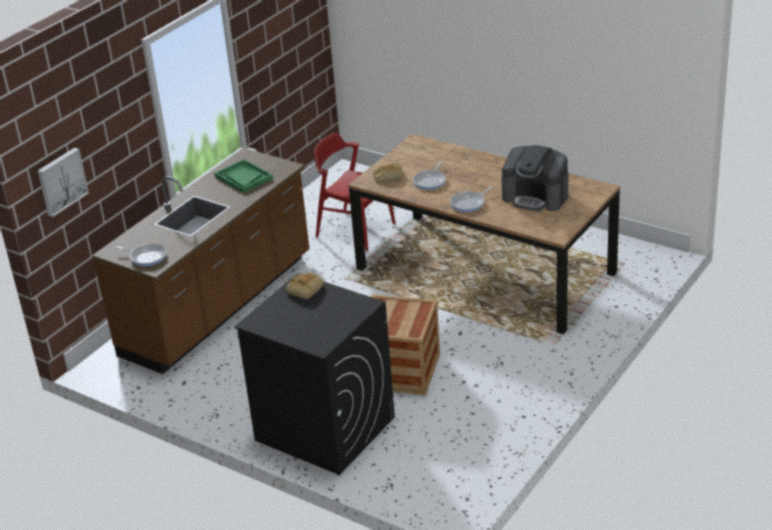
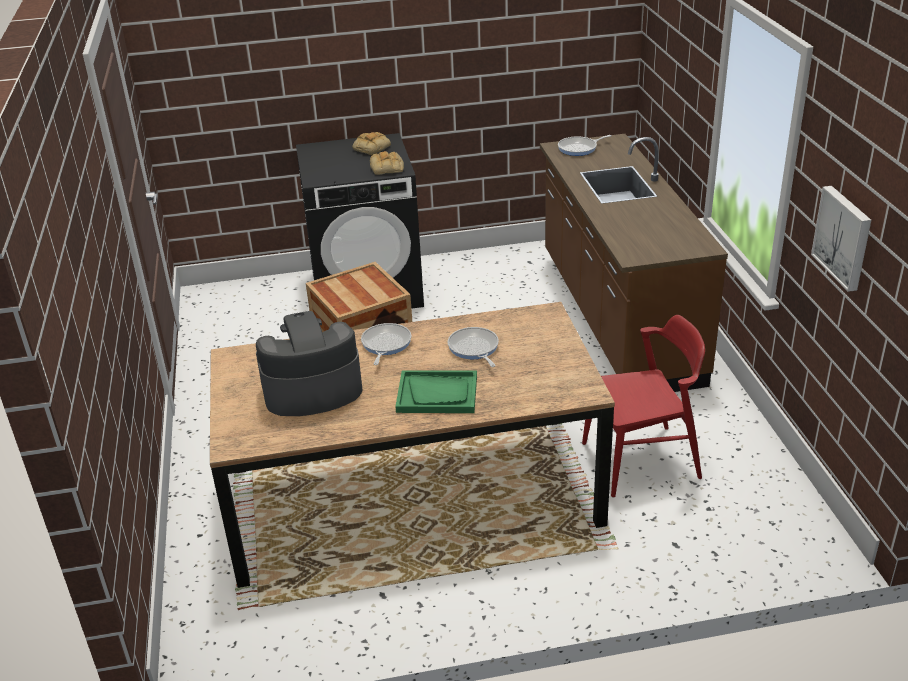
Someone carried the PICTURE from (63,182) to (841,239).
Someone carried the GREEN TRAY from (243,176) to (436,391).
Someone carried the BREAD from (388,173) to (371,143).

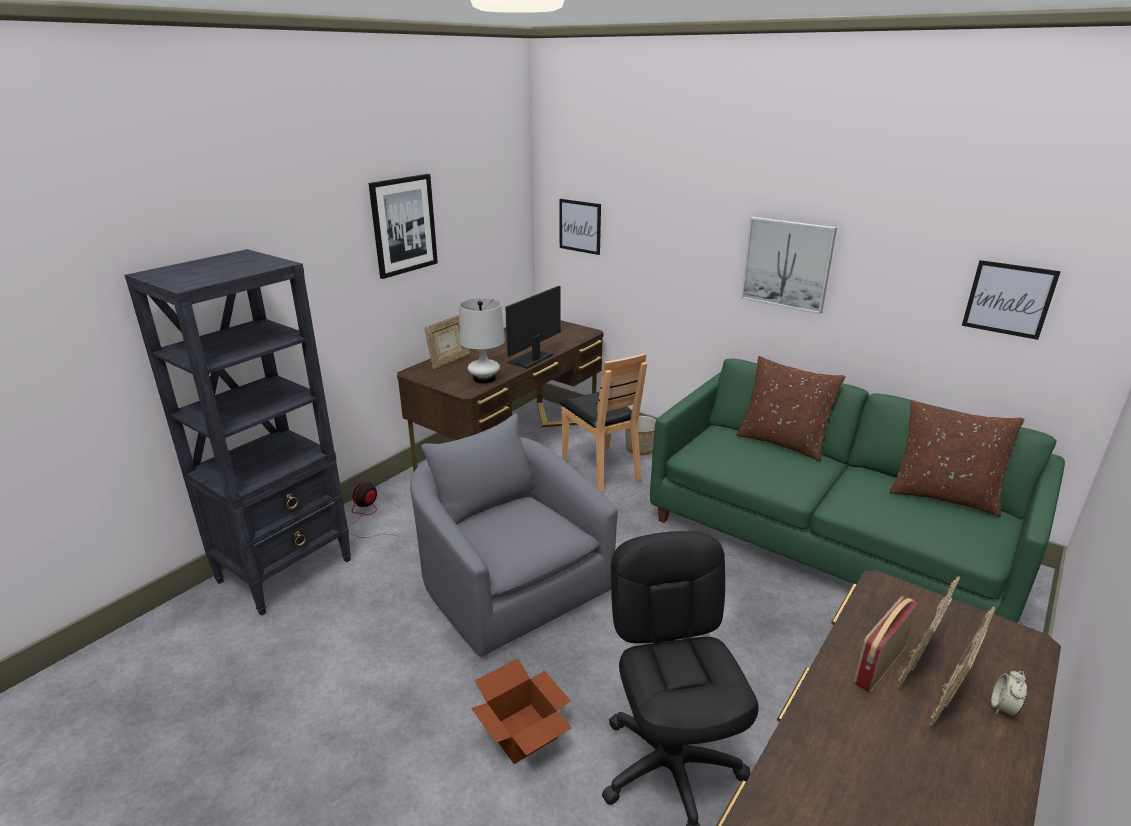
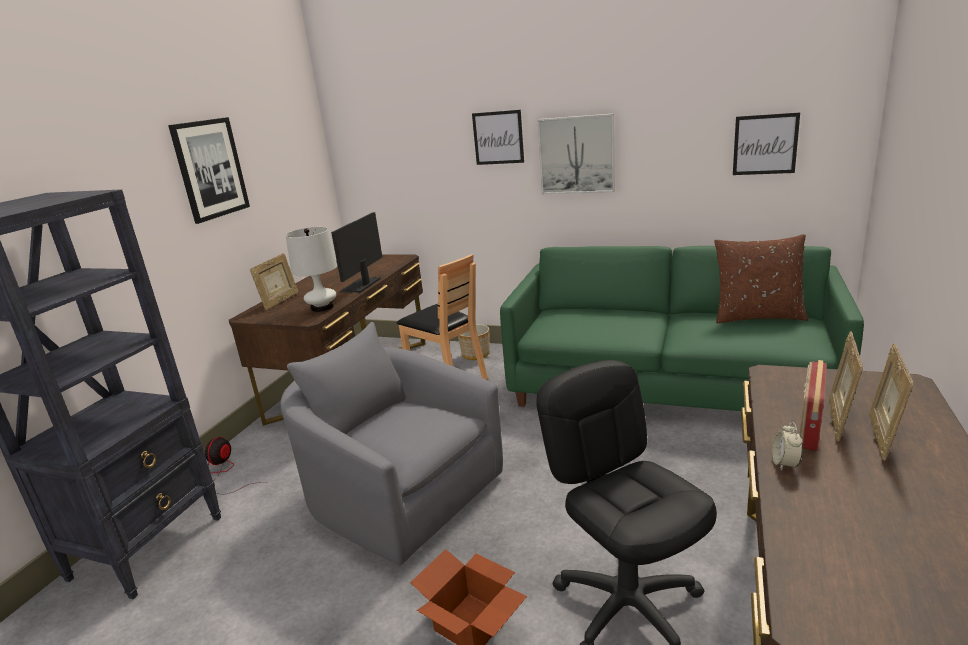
Someone carried the PICTURE from (580,227) to (498,137).
Someone took away the BROWN PILLOW at (791,409).
Someone carried the ALARM CLOCK from (1009,693) to (787,446).

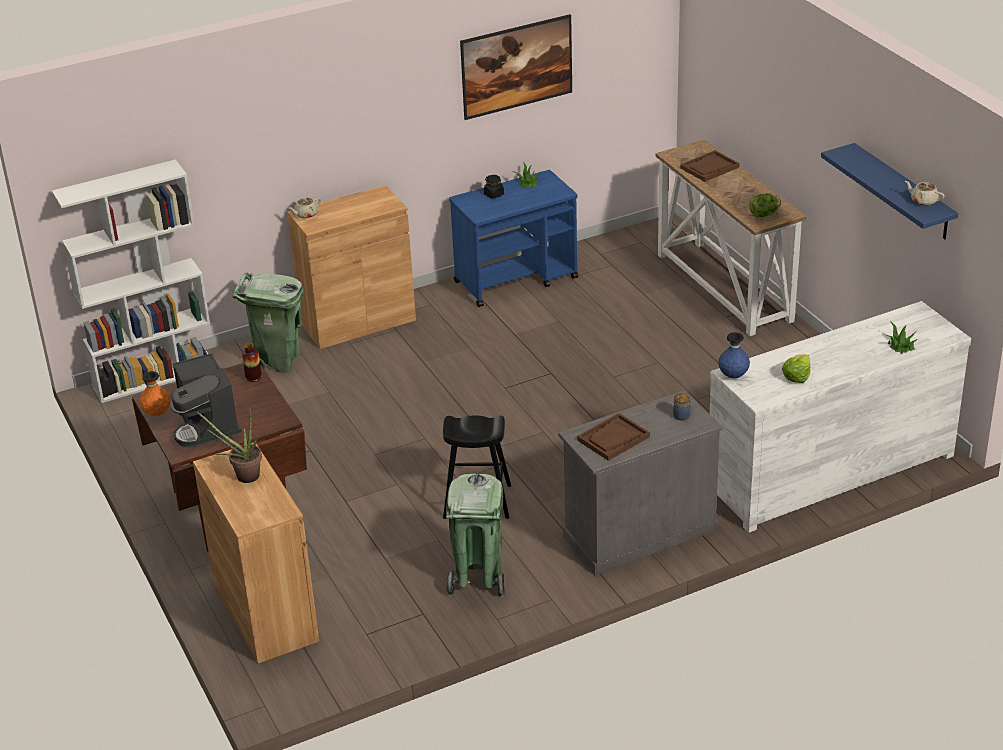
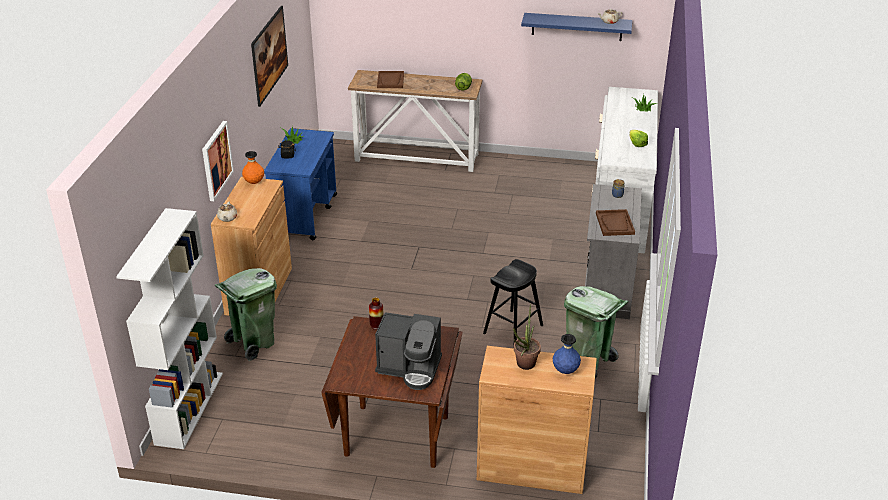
Someone carried the BLUE VASE from (734,355) to (567,354).
Someone carried the ORANGE VASE from (155,393) to (253,167).
Someone put up the PICTURE at (218,161).

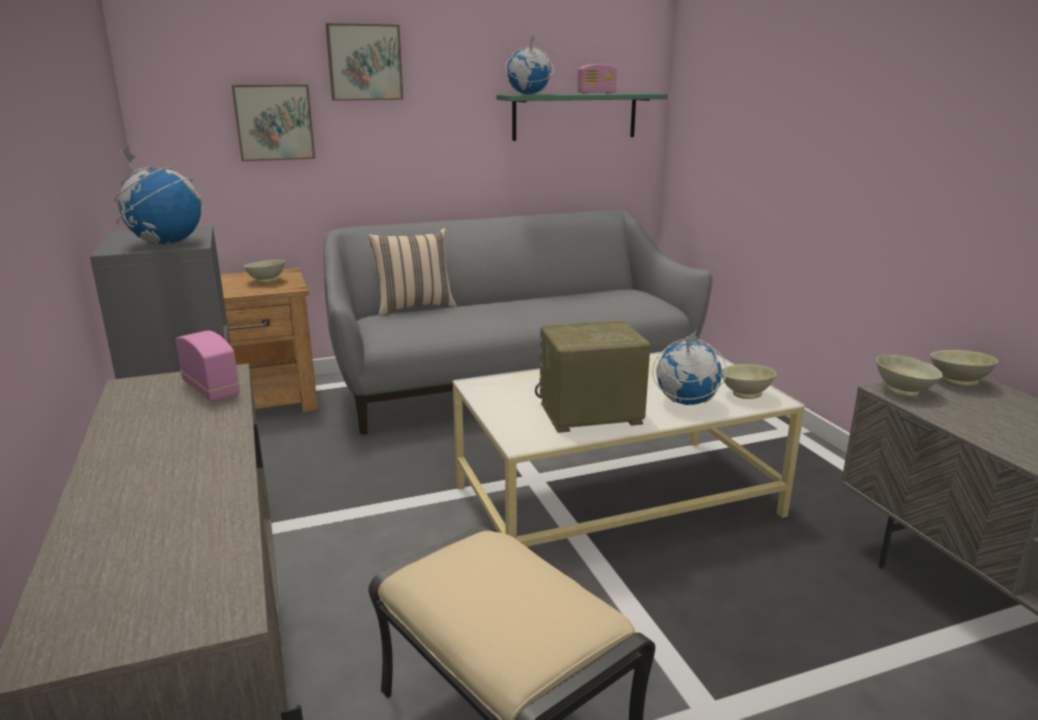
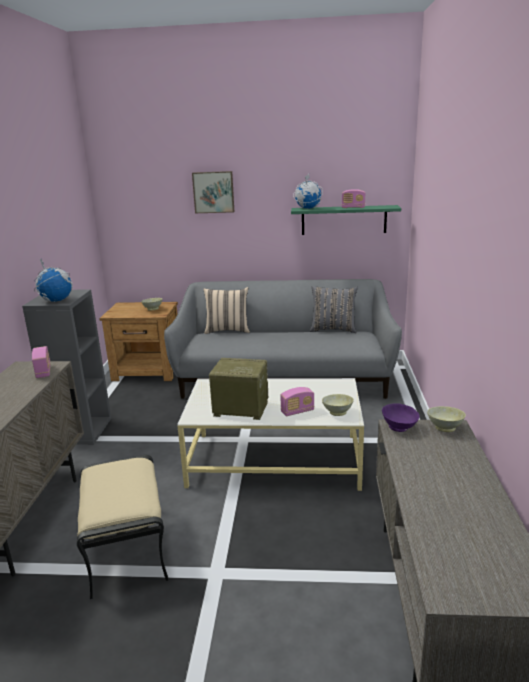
Someone took away the PICTURE at (273,123).
Someone swapped the GLOBE at (689,367) for the RADIO at (297,401).
Someone repainted the BEIGE BOWL at (909,375), which became the PURPLE BOWL at (401,417).
Someone put down the GREY PILLOW at (334,309).

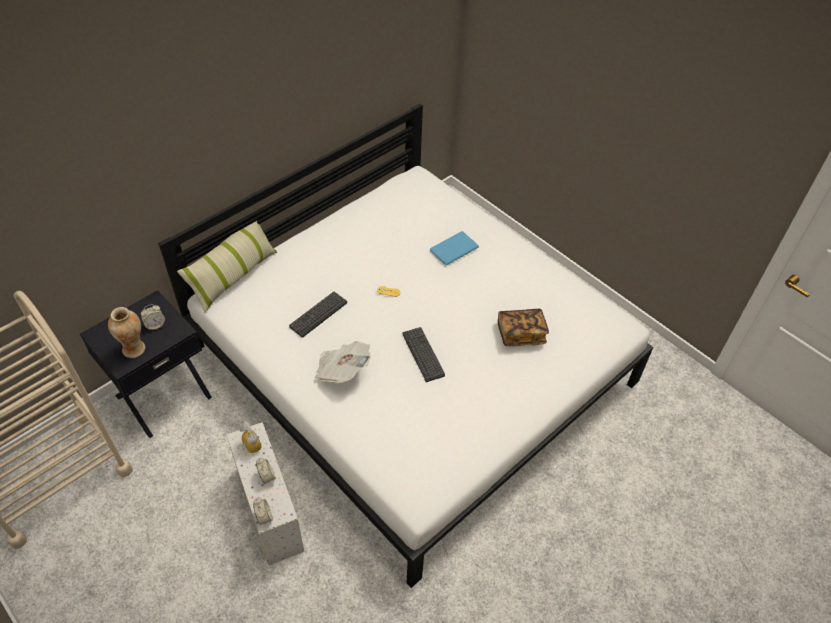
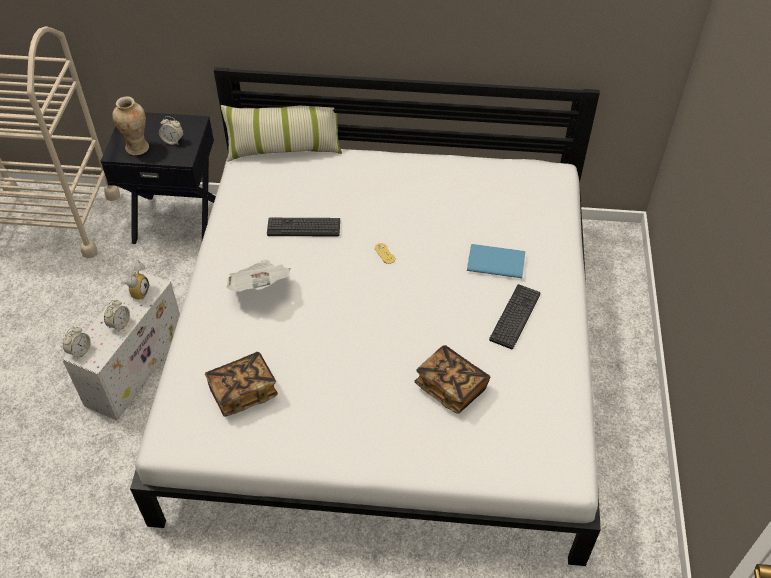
Someone carried the KEYBOARD from (424,354) to (514,316).
Someone put down the BOOK at (241,384).

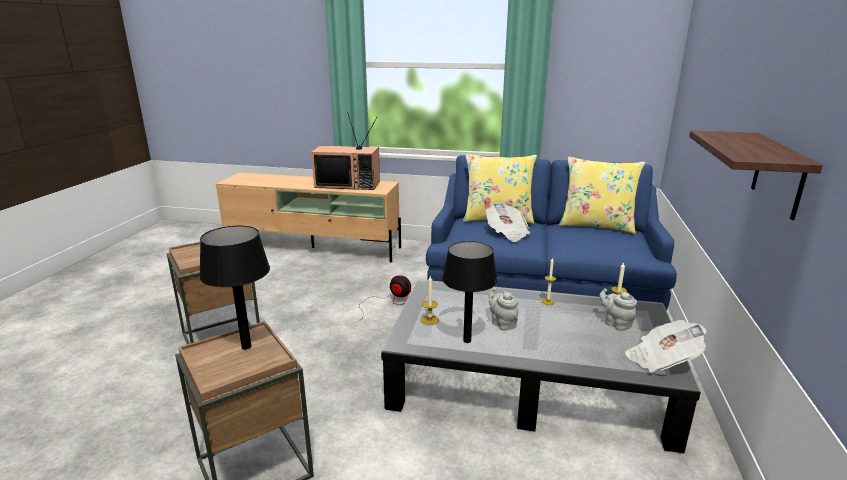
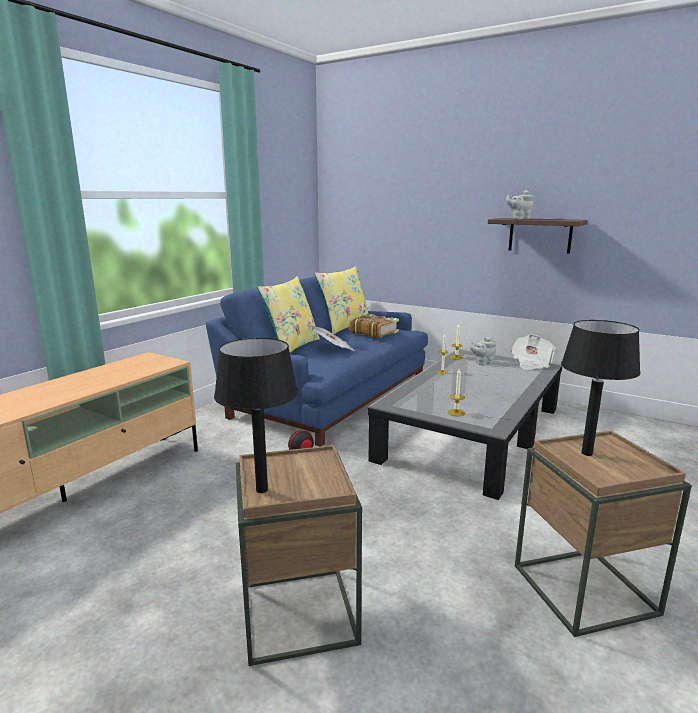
Someone took away the TELEVISION at (345,151).
Someone carried the BLACK TABLE LAMP from (469,292) to (256,415).
Someone carried the GREY TEAPOT from (504,309) to (520,204).
Someone put down the BOOK at (374,325).

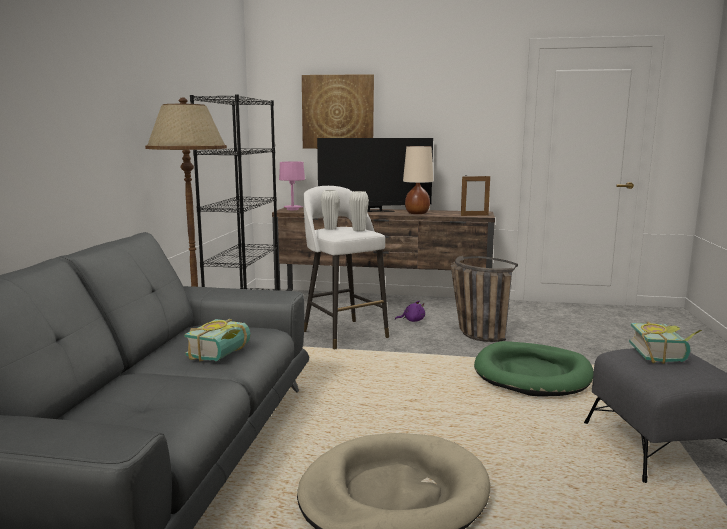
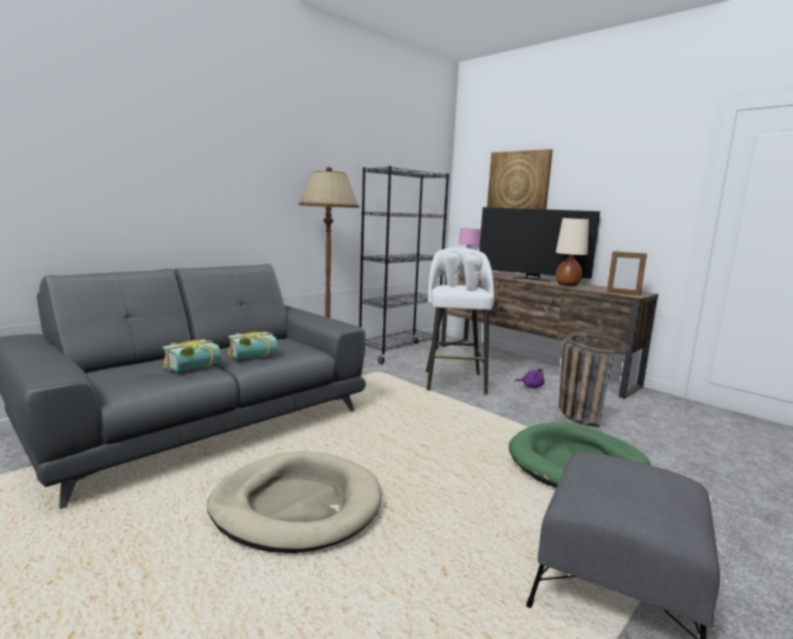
Someone carried the BOOK from (665,342) to (191,355).

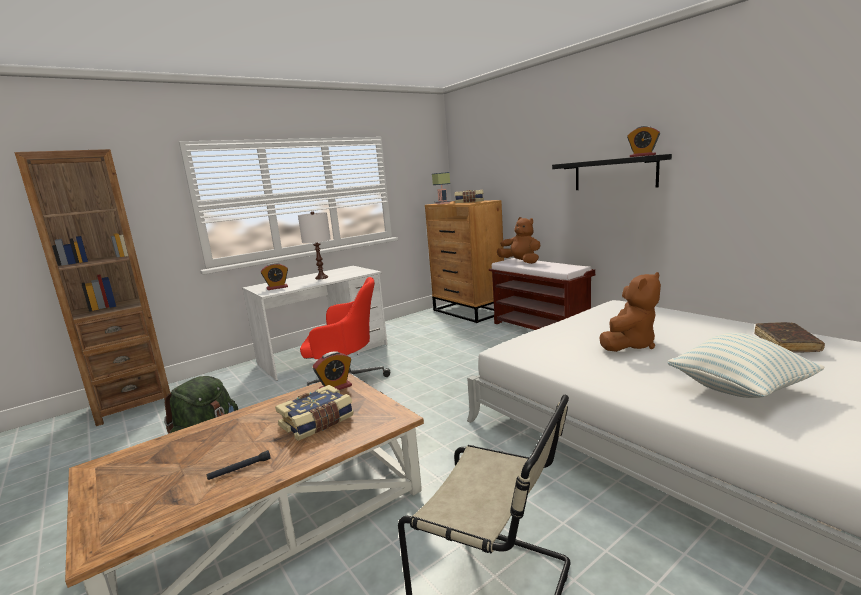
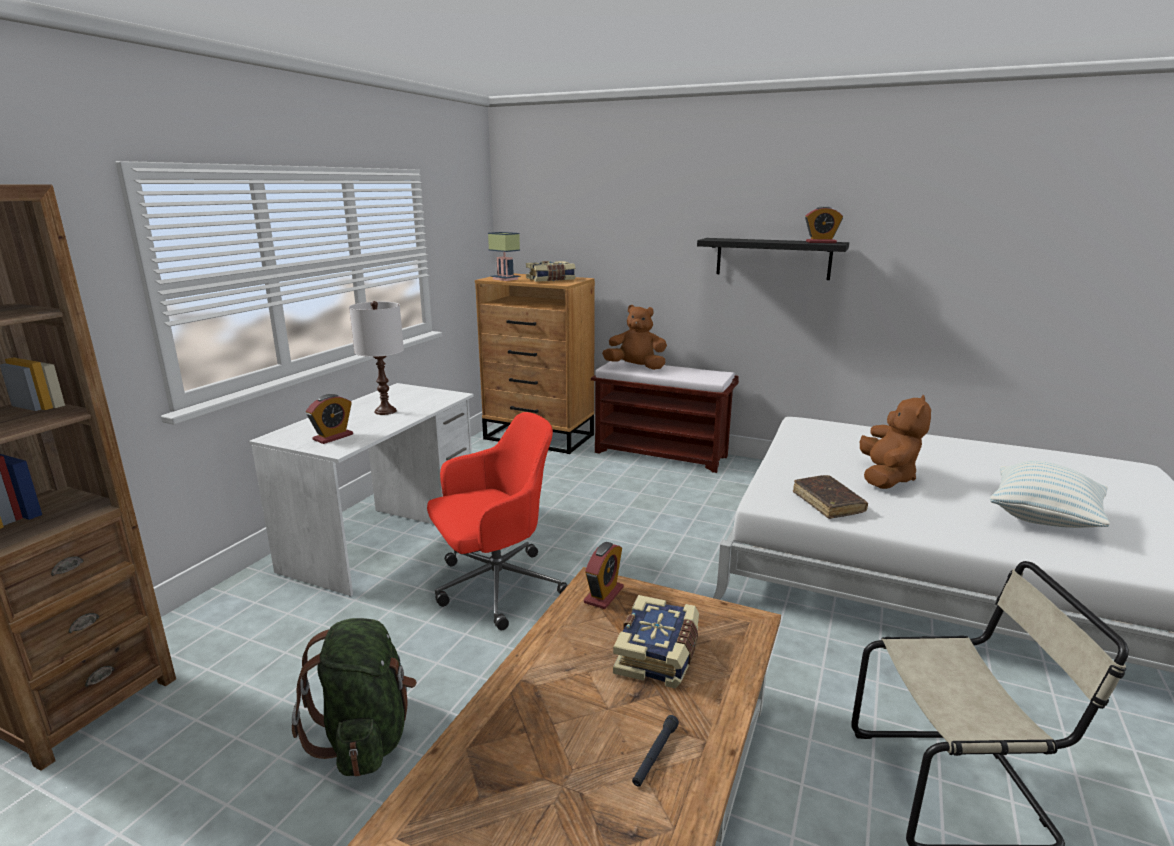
Someone carried the BROWN BOOK from (789,337) to (830,497).

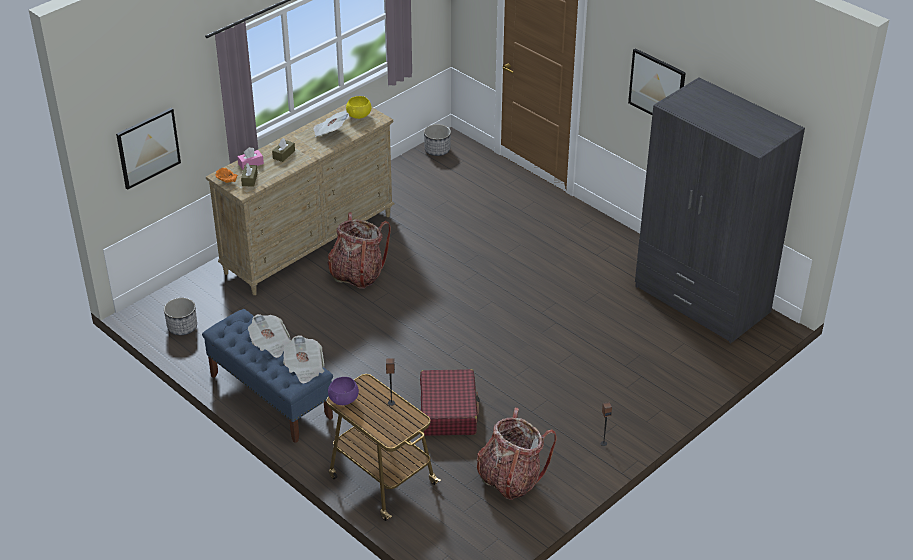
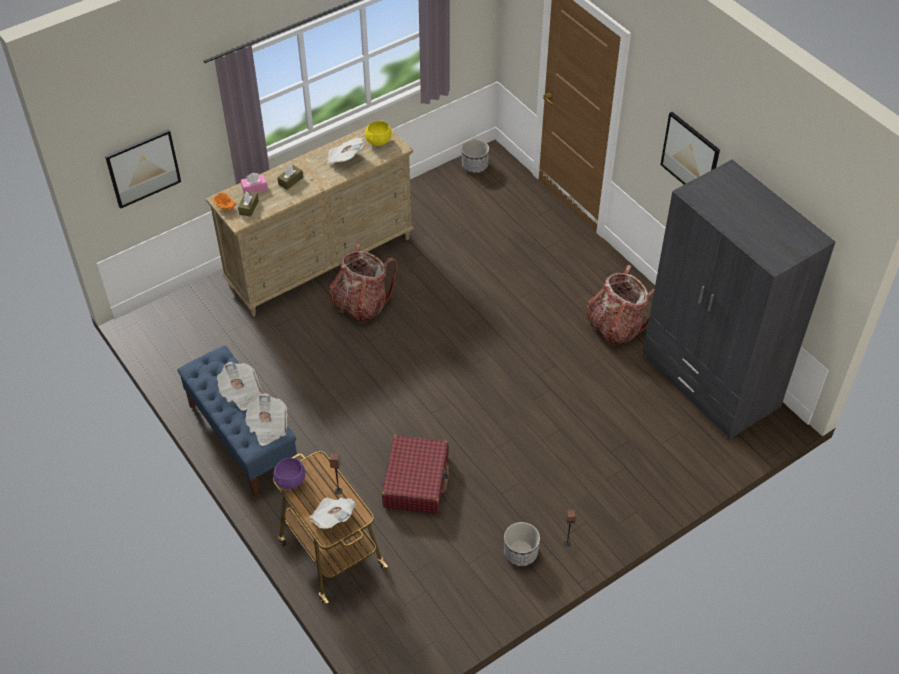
Someone carried the PLANTER from (180,316) to (522,544).
Someone carried the BACKPACK from (517,454) to (620,305).
Someone put down the NEWSPAPER at (332,513).

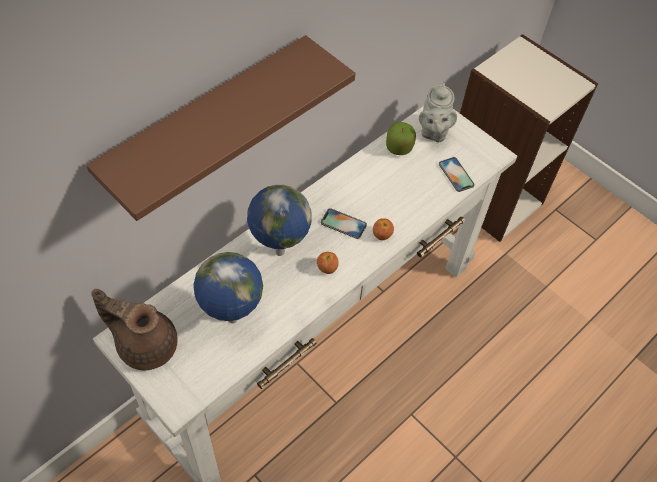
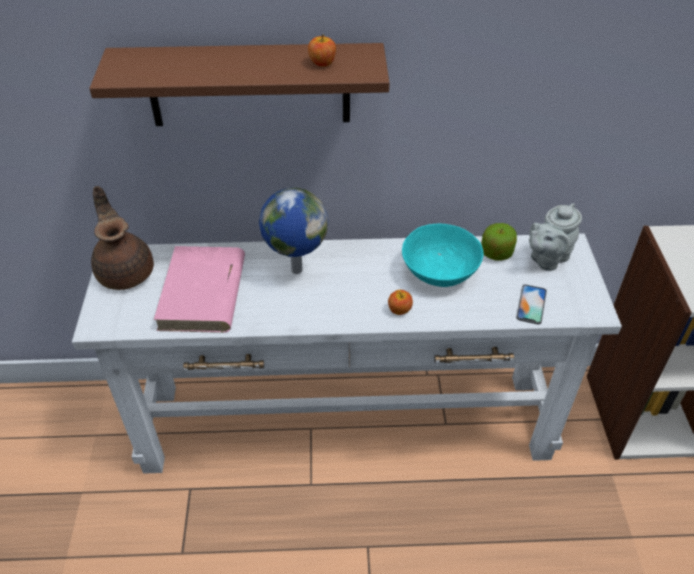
Someone took away the PHONE at (344,223).
Someone swapped the GLOBE at (228,287) for the PINK BOOK at (199,289).
Someone carried the APPLE from (328,263) to (322,51).
Someone put down the TURQUOISE BOWL at (442,255).

